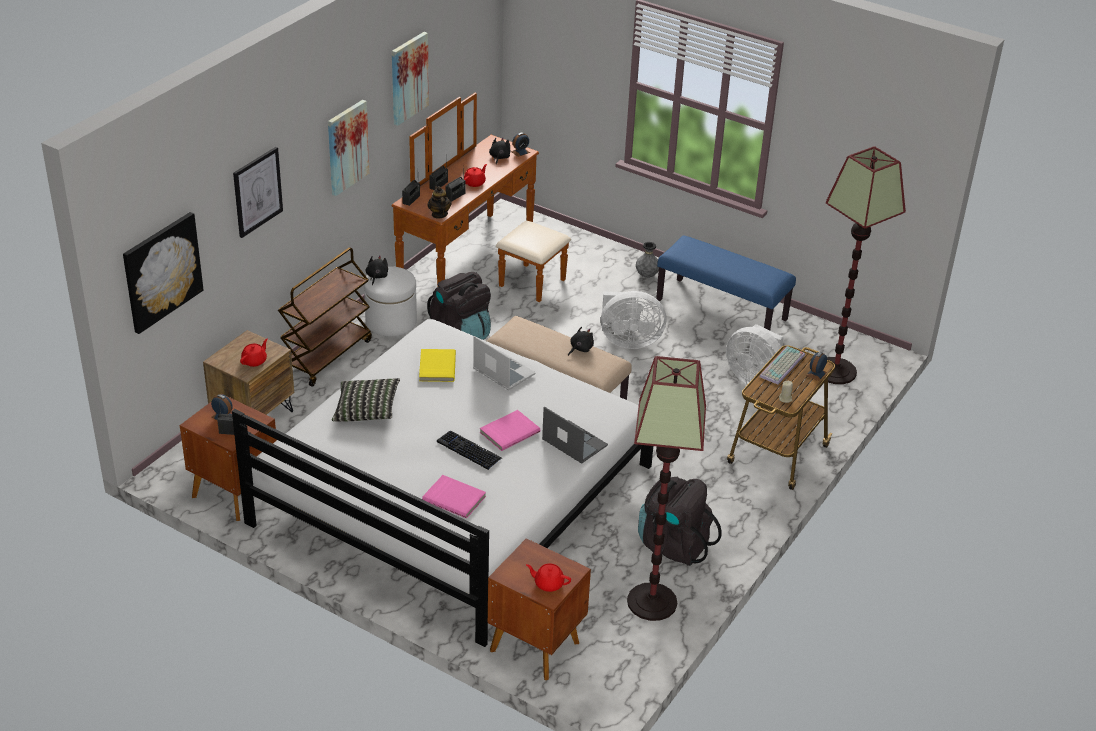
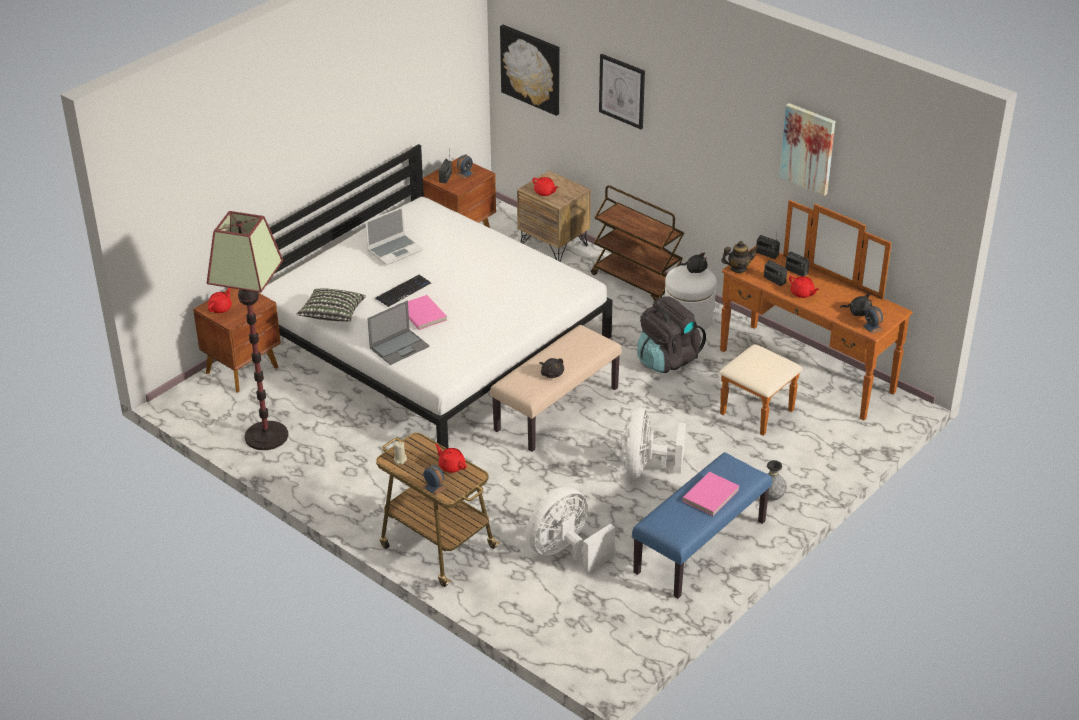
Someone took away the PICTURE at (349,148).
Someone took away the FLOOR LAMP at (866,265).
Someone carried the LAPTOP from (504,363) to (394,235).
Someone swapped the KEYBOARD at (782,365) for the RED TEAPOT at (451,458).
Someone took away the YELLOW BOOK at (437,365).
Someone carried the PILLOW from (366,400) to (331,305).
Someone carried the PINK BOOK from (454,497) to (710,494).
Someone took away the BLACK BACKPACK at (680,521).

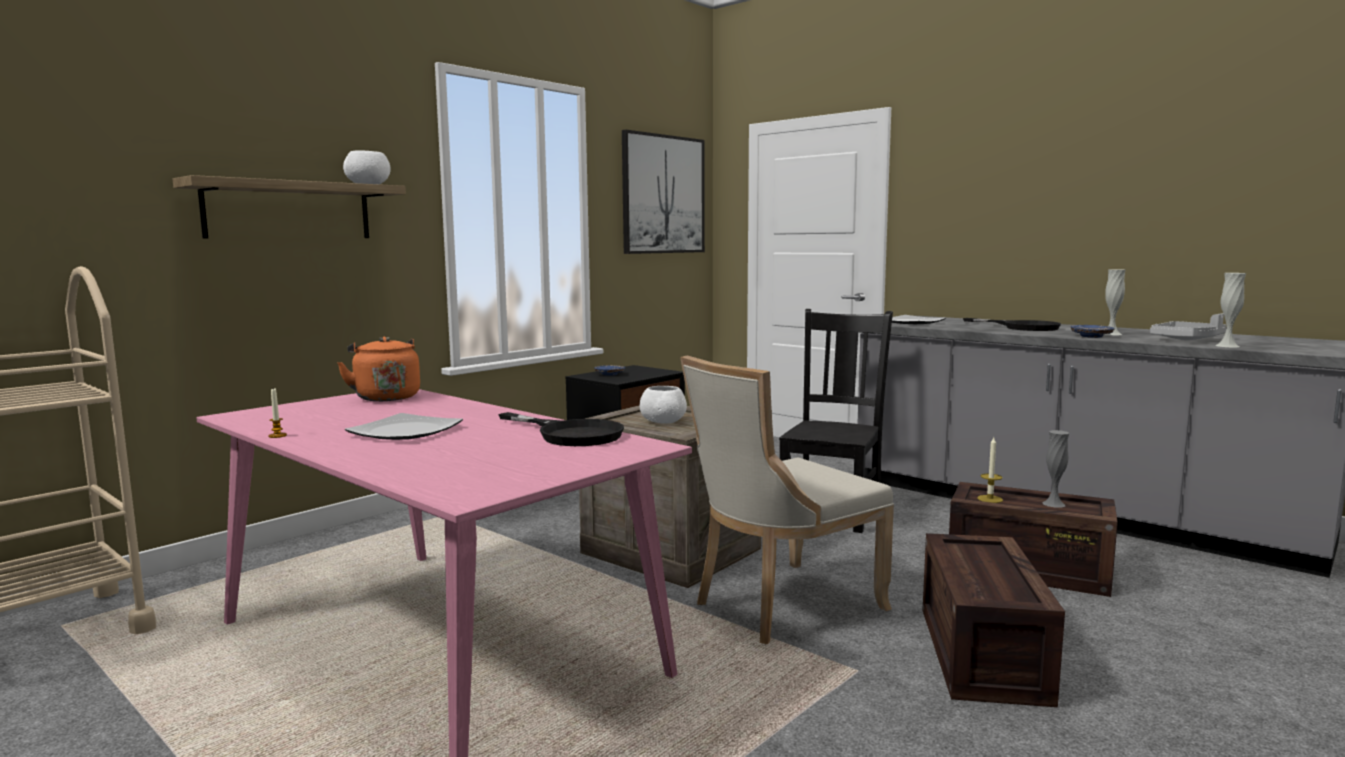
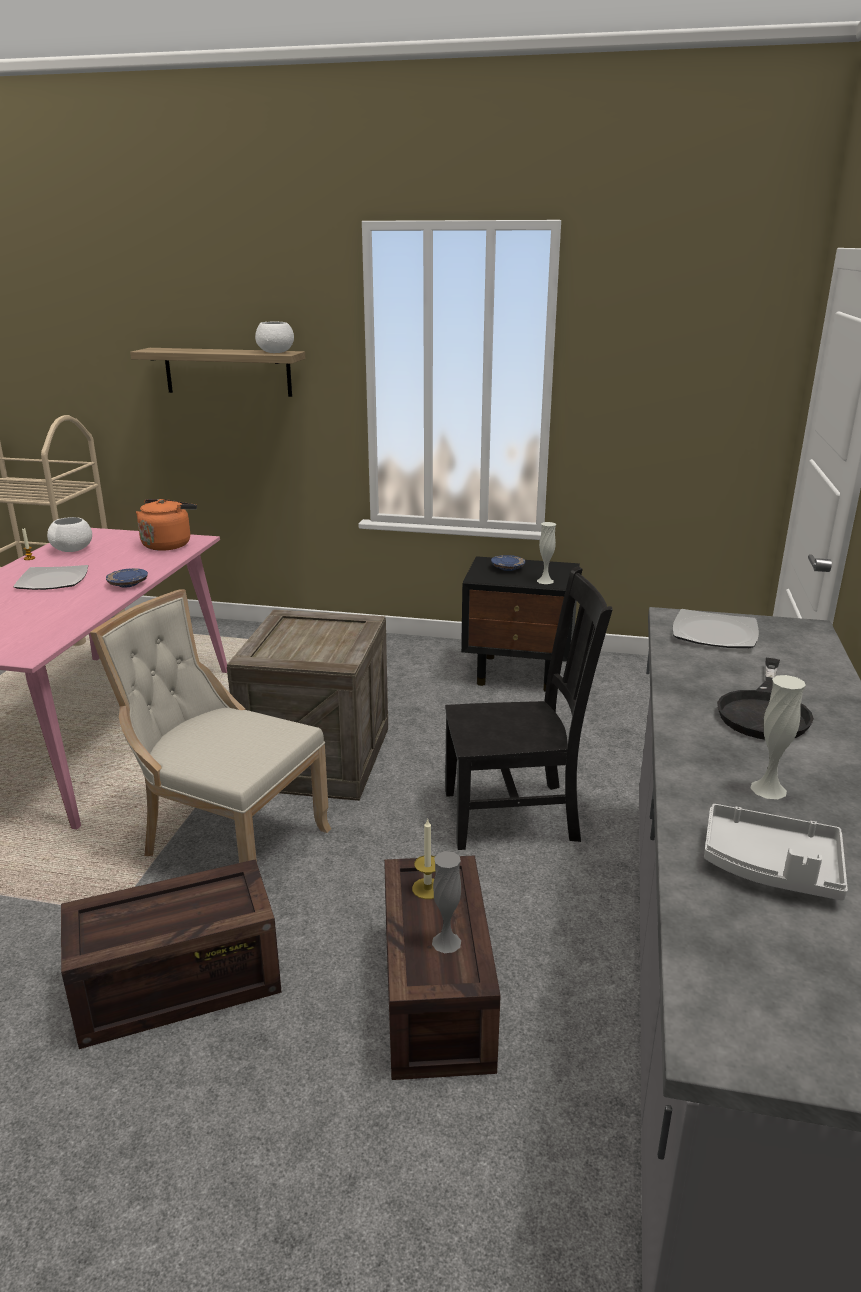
Someone took away the PICTURE at (663,192).
Someone carried the WHITE VASE from (1230,310) to (546,553).
Someone carried the BLUE PLATE from (1093,331) to (127,578).
Someone carried the WHITE BOWL from (663,405) to (69,534).
Someone took away the BLACK FRYING PAN at (561,429).

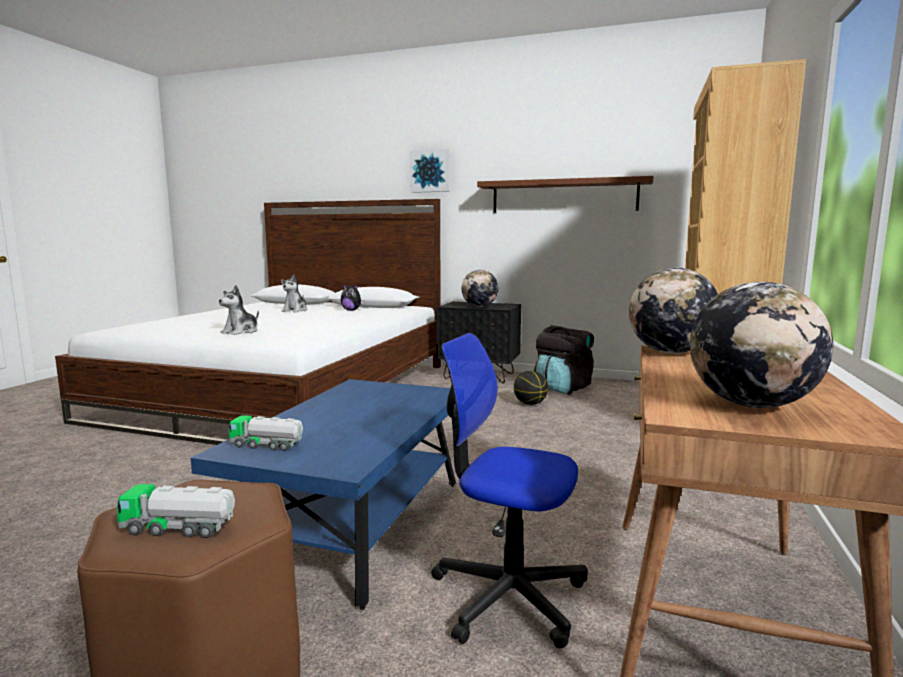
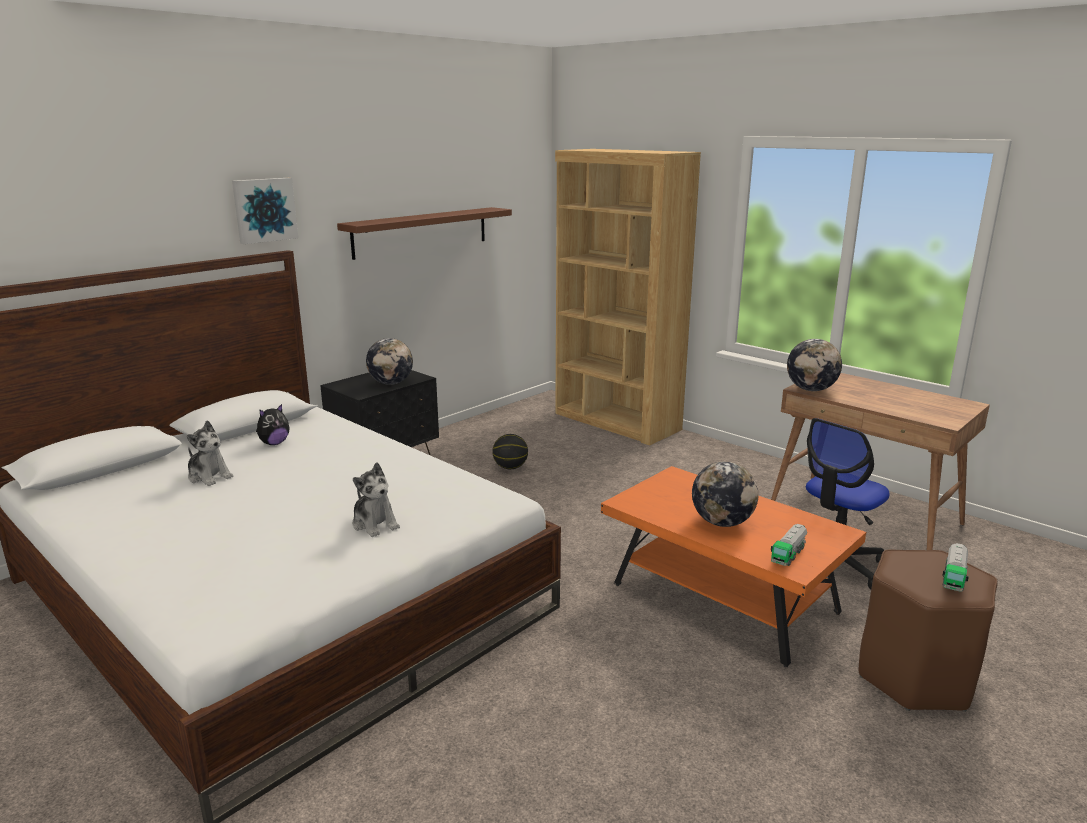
Someone carried the GLOBE from (761,345) to (725,494).
Someone took away the BLACK BACKPACK at (564,360).
Someone repainted the BLUE COFFEE TABLE at (323,494), which became the ORANGE COFFEE TABLE at (733,566).

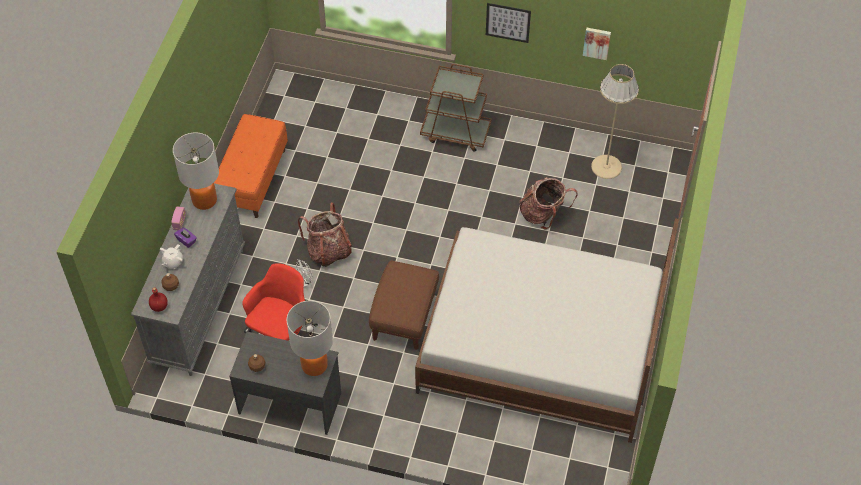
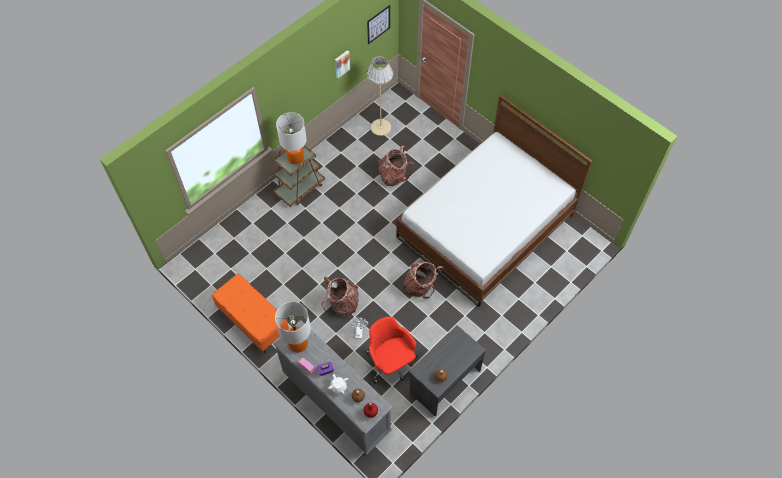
Someone carried the PICTURE from (508,23) to (378,24).
Someone swapped the BROWN OTTOMAN at (404,305) for the BACKPACK at (423,280).
Someone carried the TABLE LAMP from (310,338) to (291,138).

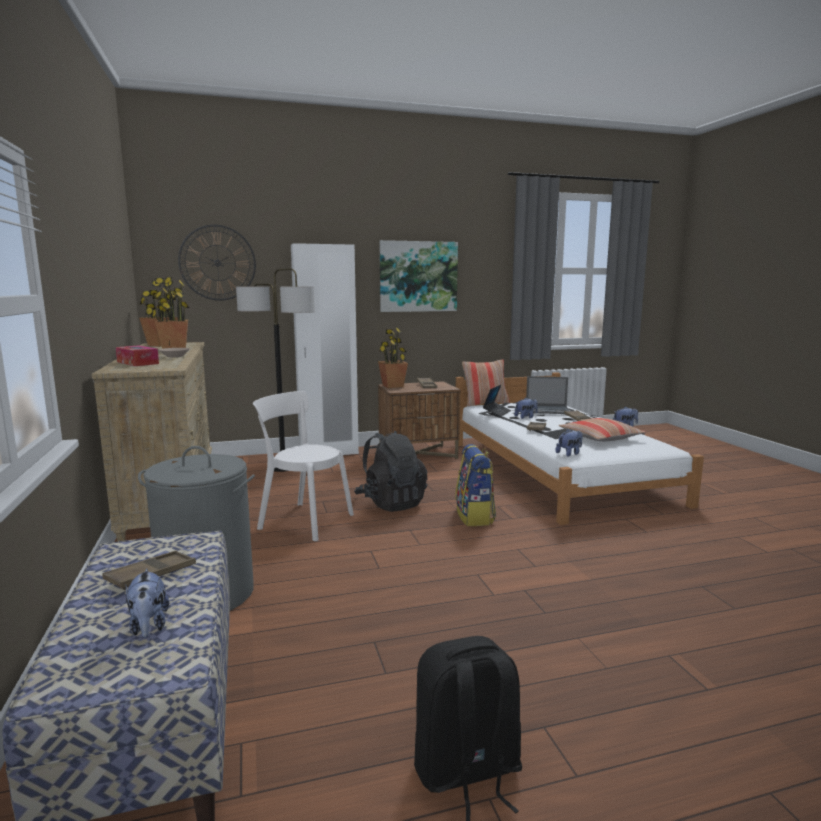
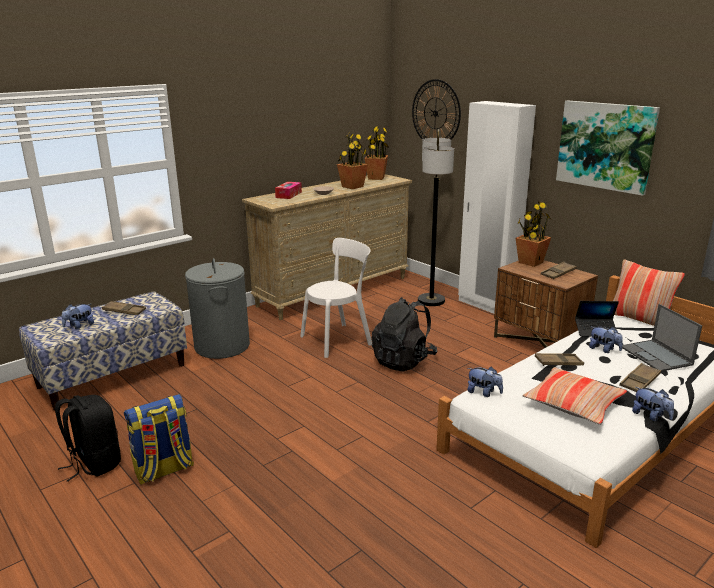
Someone rotated the WHITE CHAIR at (303,466) by 60 degrees clockwise.
Someone carried the BACKPACK from (475,485) to (159,439).

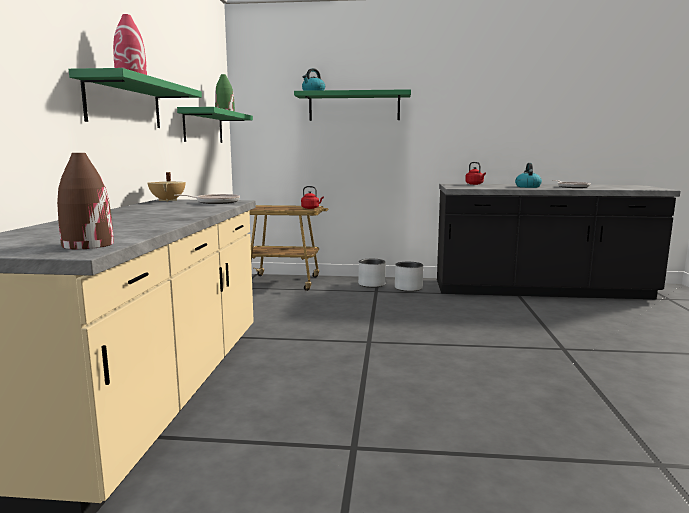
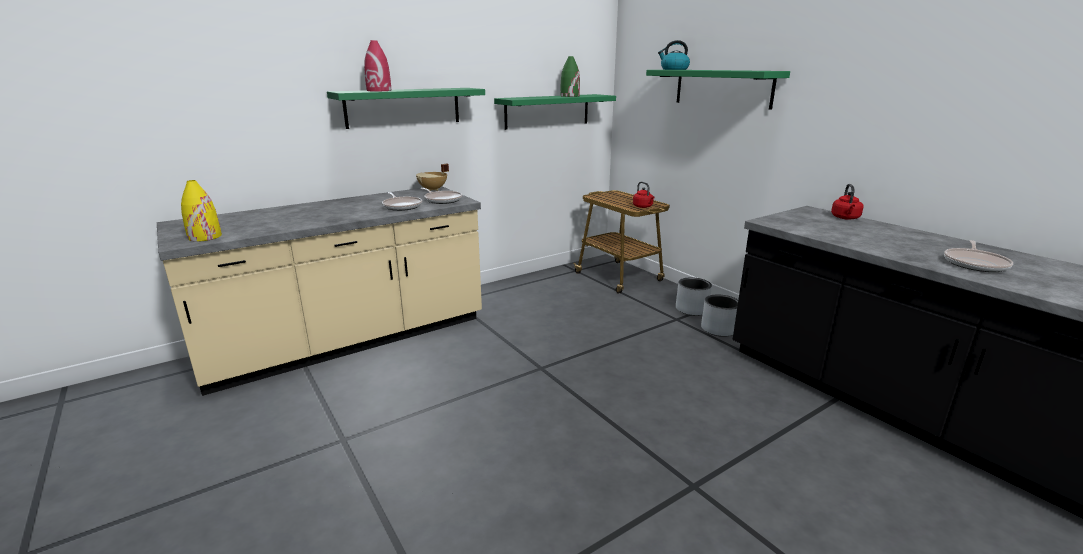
Someone repainted the BROWN VASE at (85,201), which became the YELLOW VASE at (201,211).
Someone took away the KETTLE at (528,175).
Someone put down the FRYING PAN at (402,201).

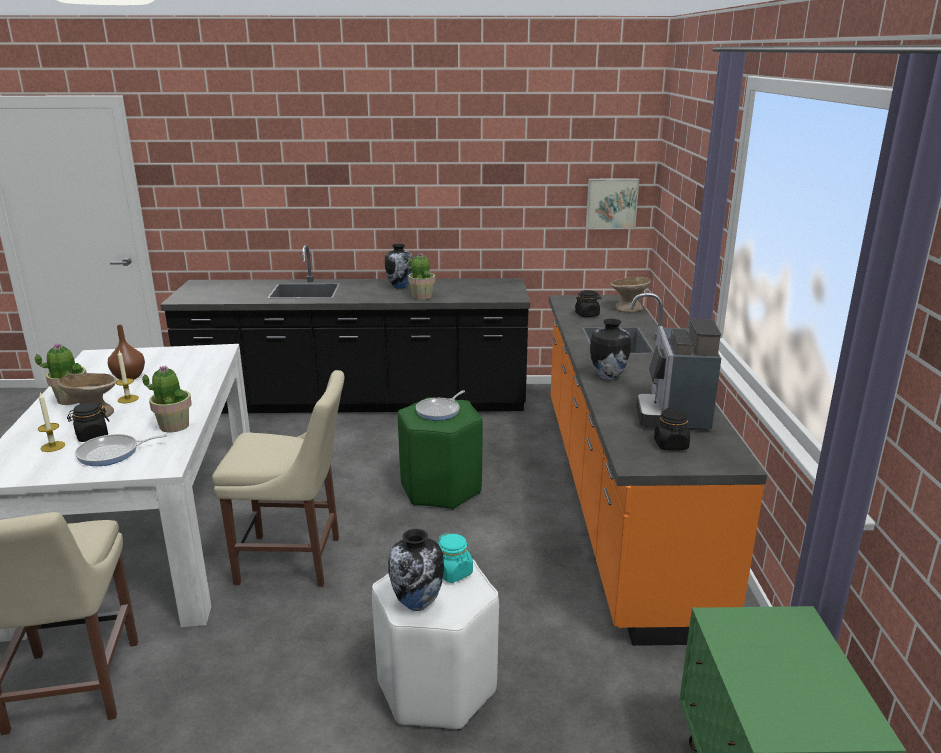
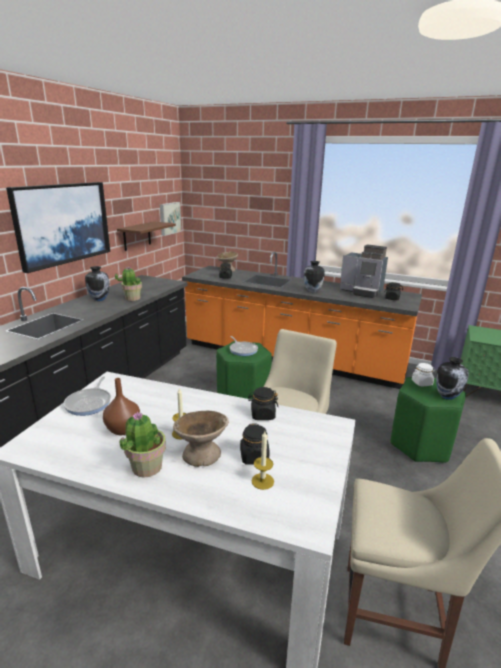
Someone swapped the POTTED PLANT at (166,398) for the BLACK JAR at (263,403).
Someone carried the FRYING PAN from (121,450) to (87,396).
Someone repainted the TURQUOISE JAR at (455,558), which became the WHITE JAR at (423,374).
Someone repainted the WHITE STOOL at (435,645), which became the GREEN STOOL at (428,420).
Someone put up the PICTURE at (58,227).
Someone put up the BROWN SHELF at (146,236).

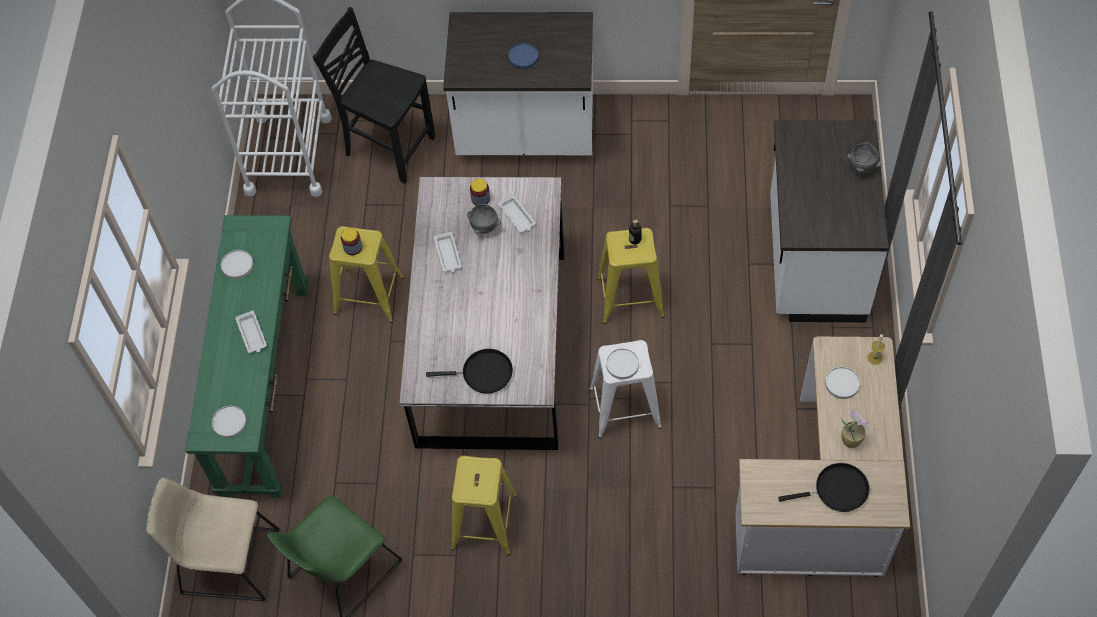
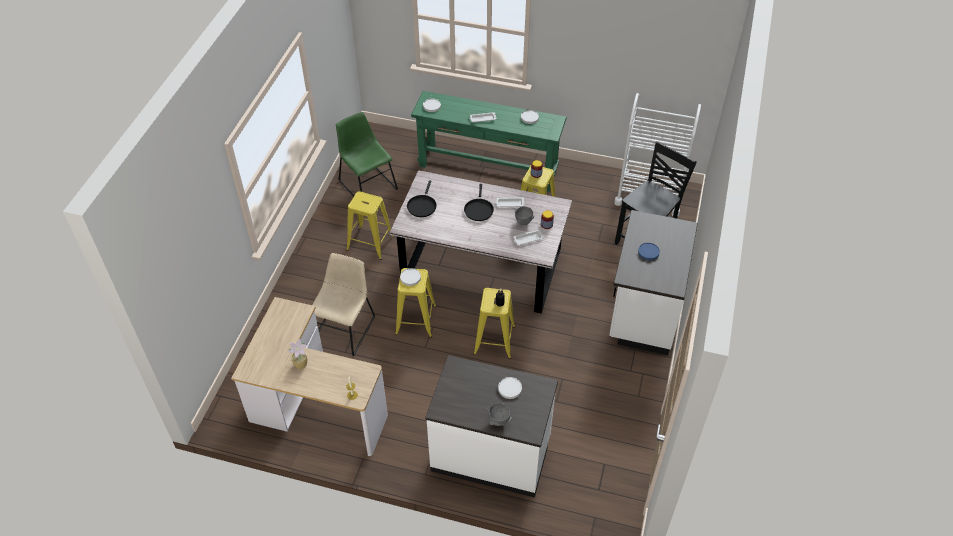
Someone repainted the WHITE STOOL at (625,389), which became the YELLOW STOOL at (415,303).
Someone carried the WHITE PLATE from (842,383) to (510,388).
Someone carried the BLACK FRYING PAN from (824,487) to (479,202).
Someone carried the BEIGE CHAIR from (213,539) to (343,304).

